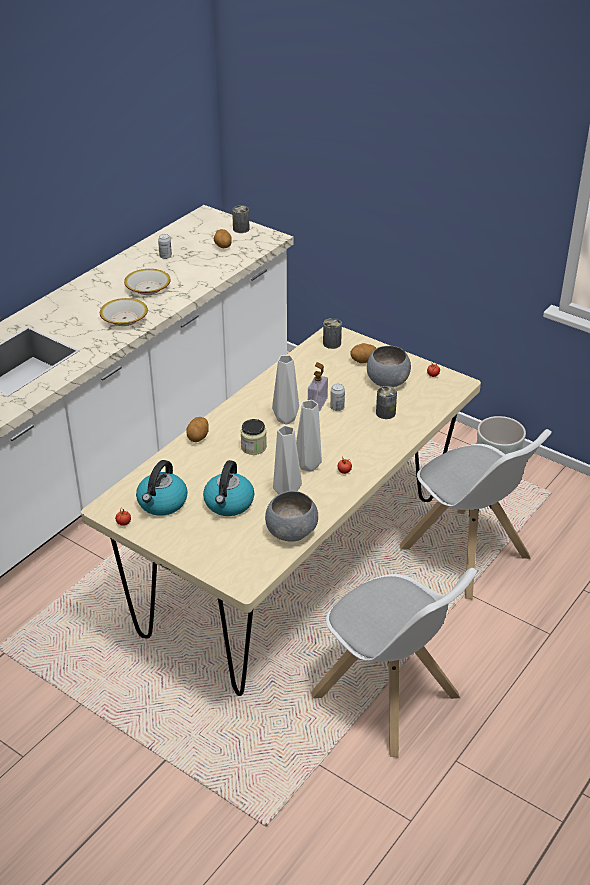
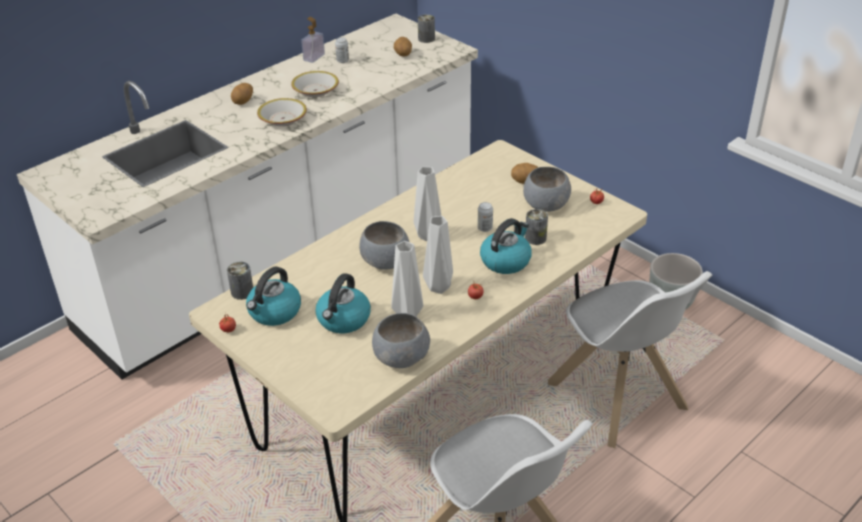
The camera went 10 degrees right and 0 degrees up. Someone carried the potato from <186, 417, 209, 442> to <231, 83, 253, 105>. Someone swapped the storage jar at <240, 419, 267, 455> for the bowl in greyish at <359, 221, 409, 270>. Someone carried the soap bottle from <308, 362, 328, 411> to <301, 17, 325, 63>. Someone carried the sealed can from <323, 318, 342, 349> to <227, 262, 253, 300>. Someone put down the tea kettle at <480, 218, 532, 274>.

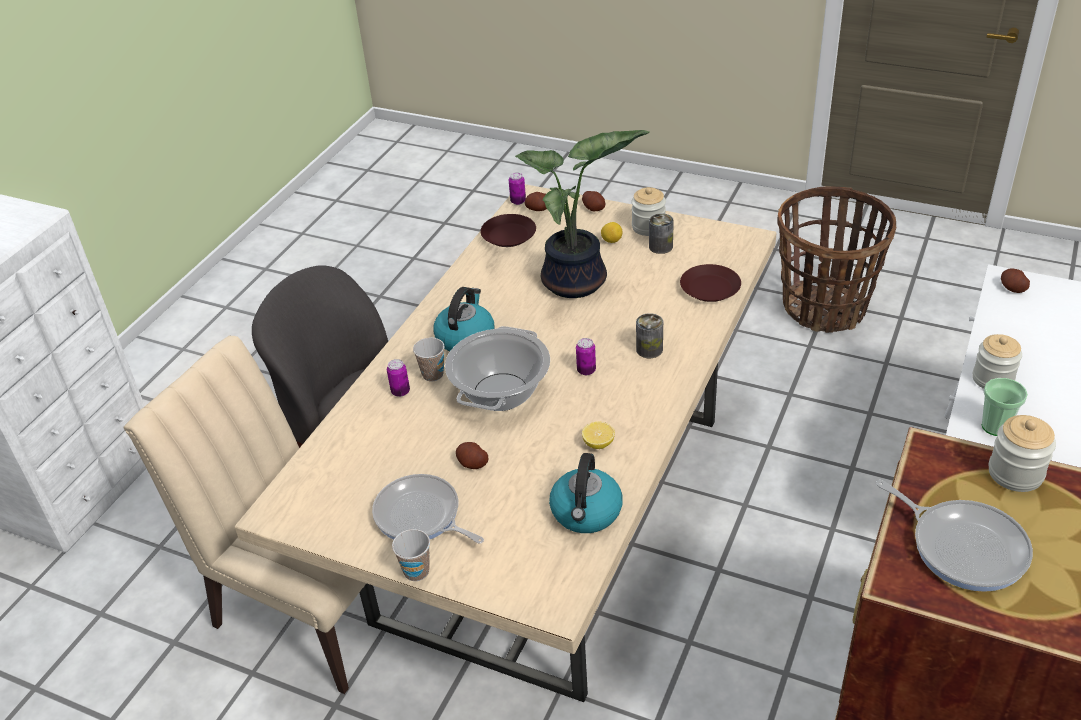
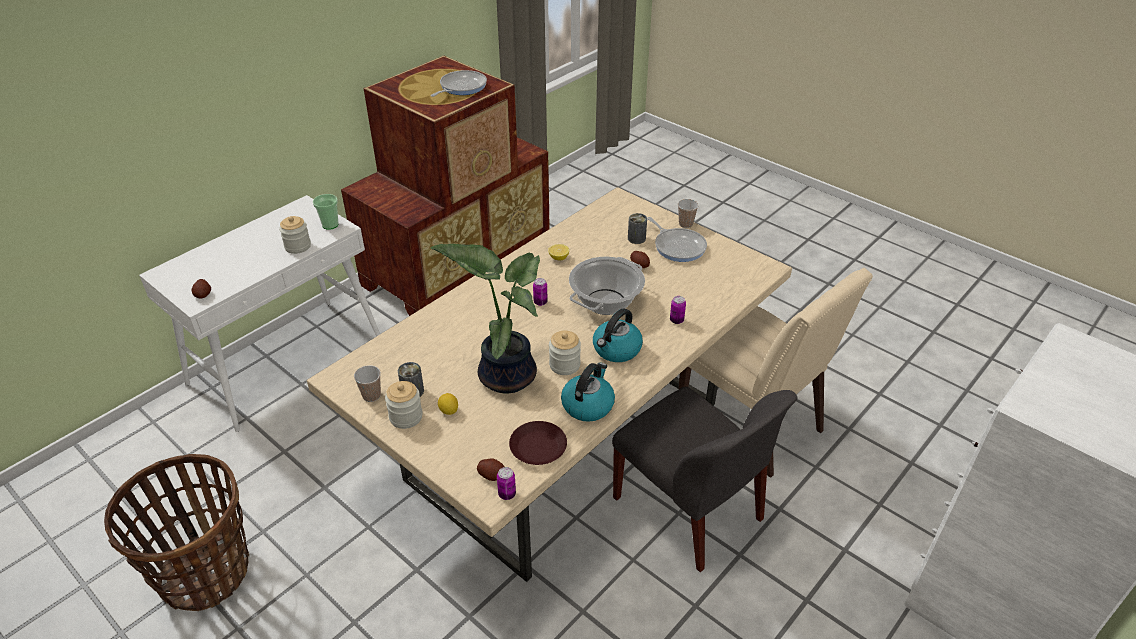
The camera went 165 degrees left and 0 degrees up. Someone carried the cup from <413, 337, 444, 382> to <354, 365, 381, 402>. Someone carried the tea kettle from <549, 453, 623, 533> to <561, 362, 615, 422>. Someone took away the potato at <582, 191, 605, 211>. Someone carried the sealed can from <636, 313, 663, 358> to <628, 213, 647, 244>. Someone took away the dinner plate in brown-coloured at <680, 264, 741, 302>. Someone rotated the frying pan at <876, 480, 1033, 592> by 60 degrees clockwise. Someone carried the storage jar from <989, 415, 1056, 492> to <549, 331, 581, 375>.

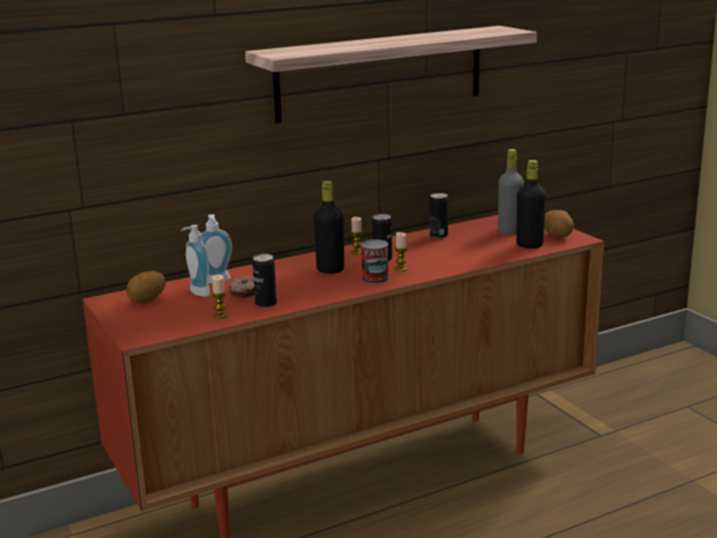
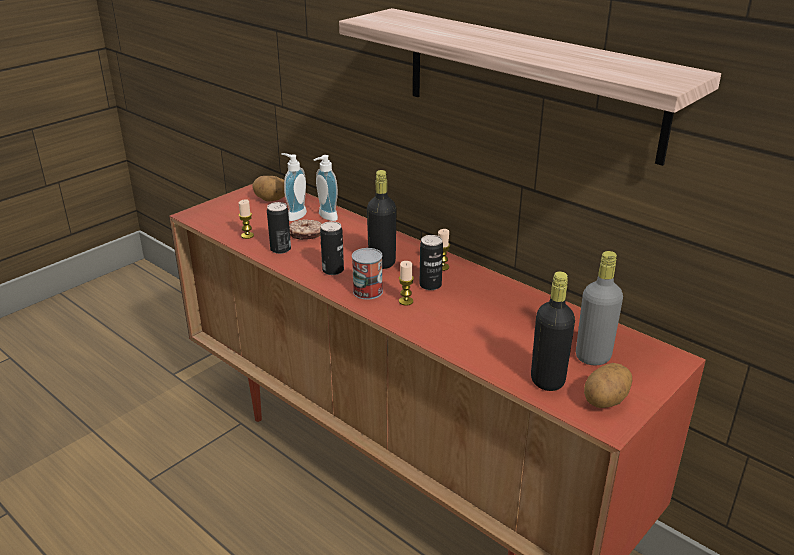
The camera went 70 degrees right and 10 degrees up. Someone carried the sealed can from <430, 193, 448, 238> to <320, 221, 344, 275>.

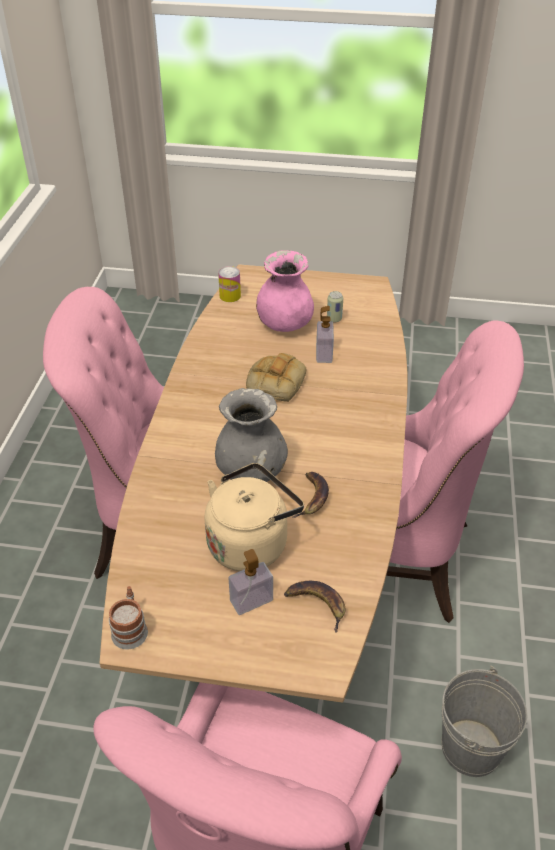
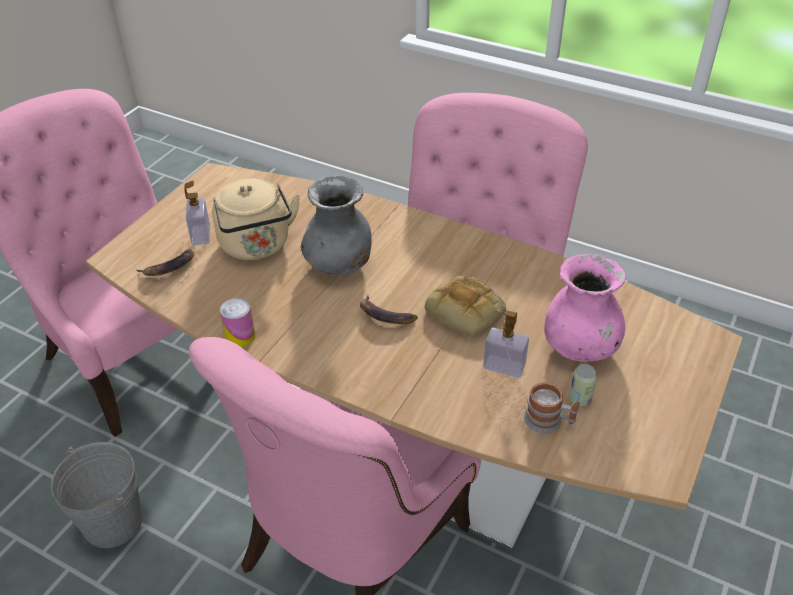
The camera went 110 degrees right and 0 degrees up. Someone carried the coffee mug from <109, 586, 148, 650> to <524, 382, 580, 434>. Someone carried the sealed can from <218, 266, 241, 302> to <220, 298, 255, 347>. Someone carried the whole banana from <293, 472, 329, 518> to <360, 295, 417, 324>.

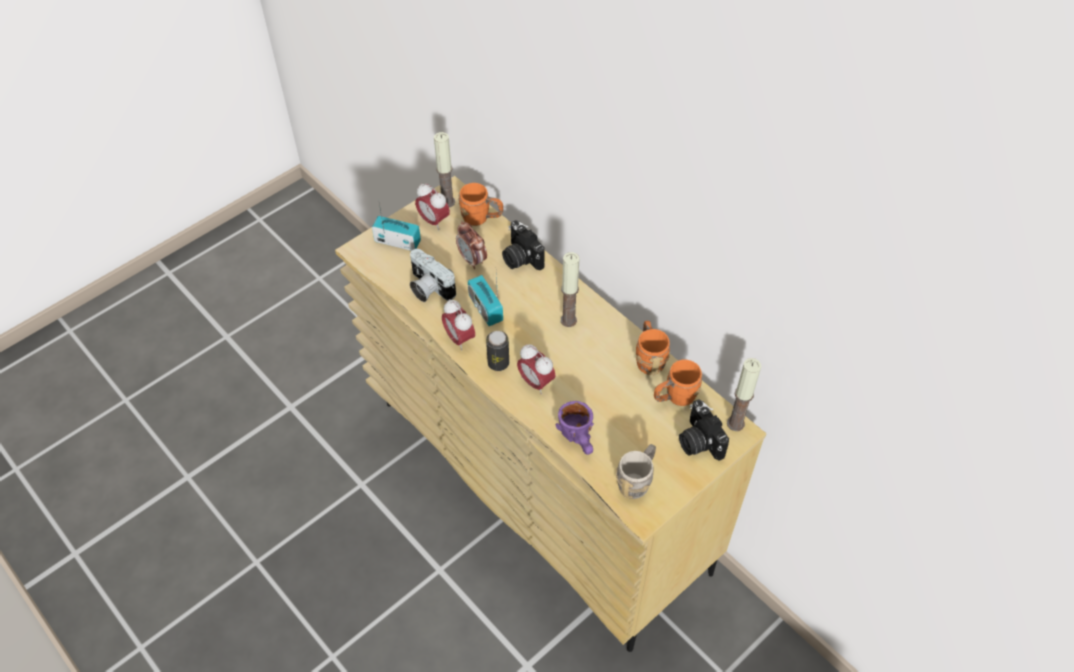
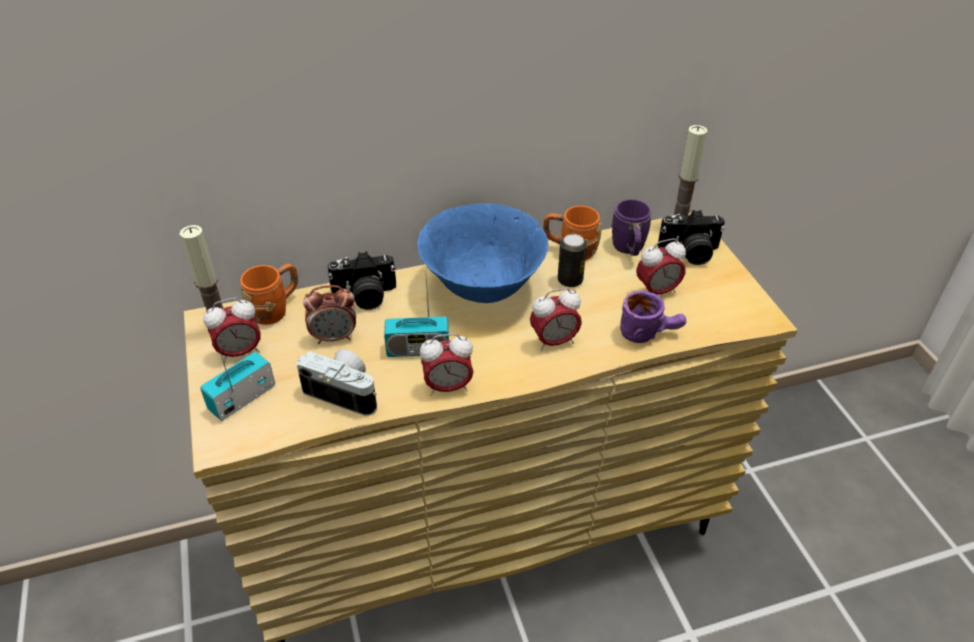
The camera went 65 degrees left and 10 degrees down. Someone rotated the photo camera at <410, 249, 456, 302> by 135 degrees counterclockwise. Someone carried the sealed can from <486, 331, 509, 371> to <558, 234, 587, 287>. Someone swapped the candle at <561, 252, 579, 327> for the bowl in blue-coloured at <417, 203, 548, 303>. Someone took away the coffee mug in greyish at <616, 444, 656, 499>. Someone repainted the coffee mug in orange at <654, 360, 702, 406>, which became the coffee mug in purple-coloured at <611, 199, 651, 256>. Someone put down the alarm clock at <636, 238, 686, 294>.

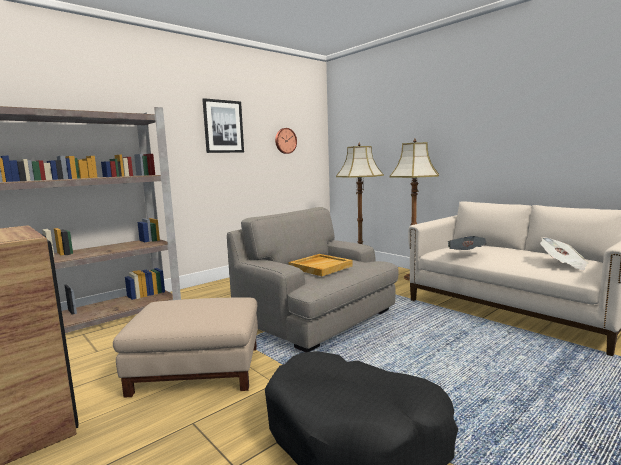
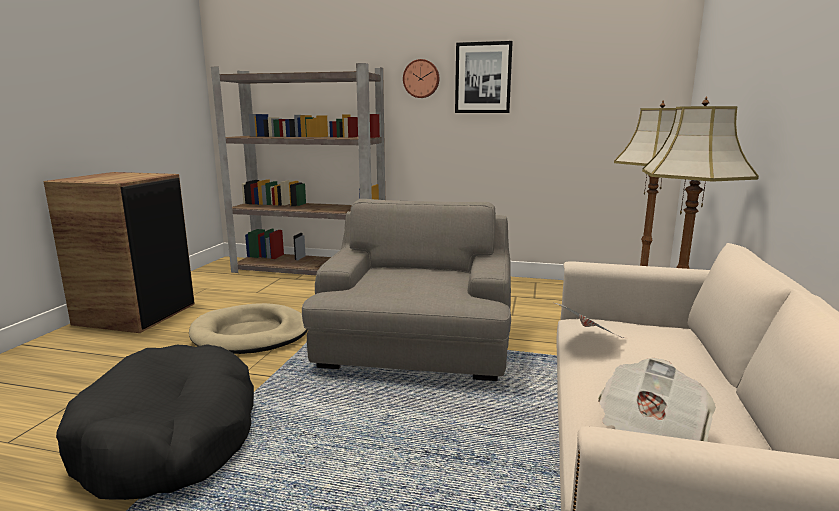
The camera went 55 degrees right and 5 degrees up. Someone swapped the footrest in beige-coloured at <113, 297, 258, 398> for the dog cushion in beige-coloured at <189, 303, 307, 354>. Someone carried the hanging clock from <275, 128, 297, 154> to <403, 59, 439, 98>. Someone took away the carrying tray in beige-coloured at <289, 254, 353, 276>.

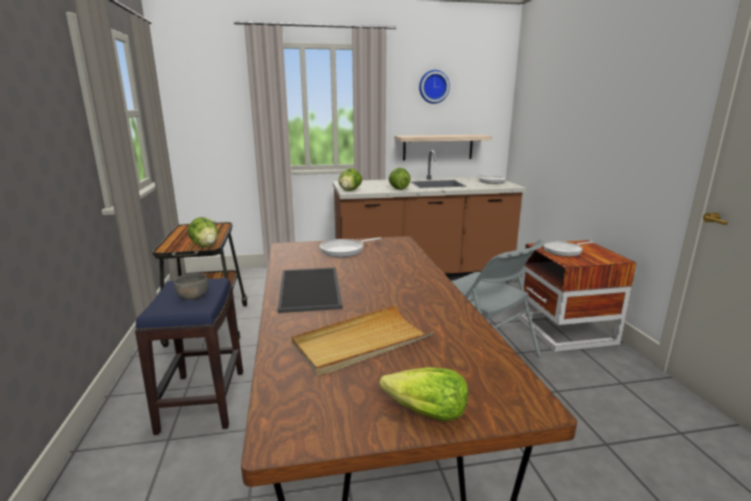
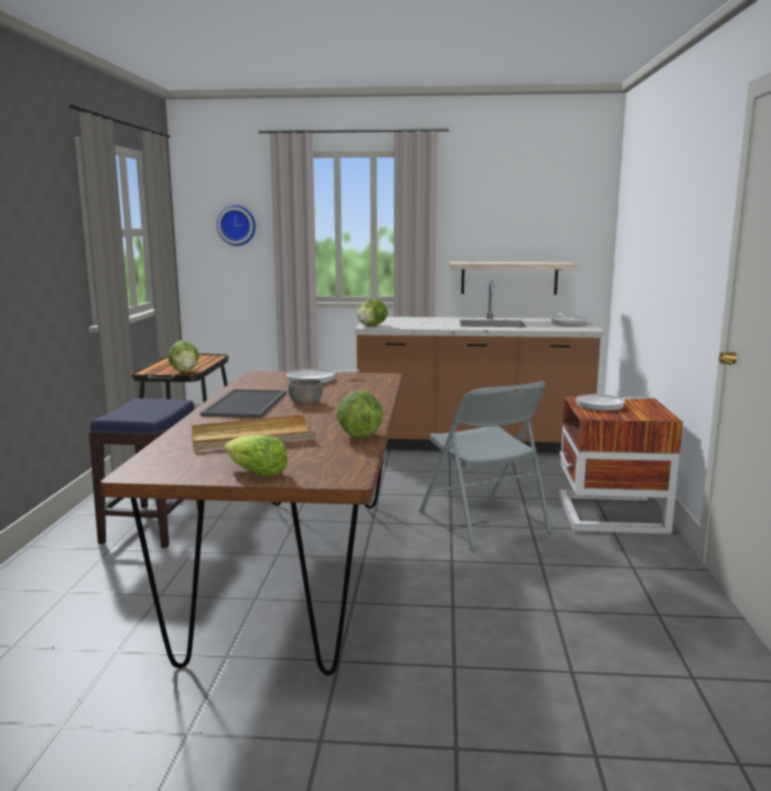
The camera went 15 degrees right and 5 degrees down. Someone carried the bowl in greyish from <174, 273, 208, 300> to <288, 379, 323, 405>. Someone carried the lettuce head from <389, 167, 411, 190> to <337, 390, 383, 439>. Someone carried the hanging clock from <419, 70, 450, 104> to <217, 205, 256, 246>.

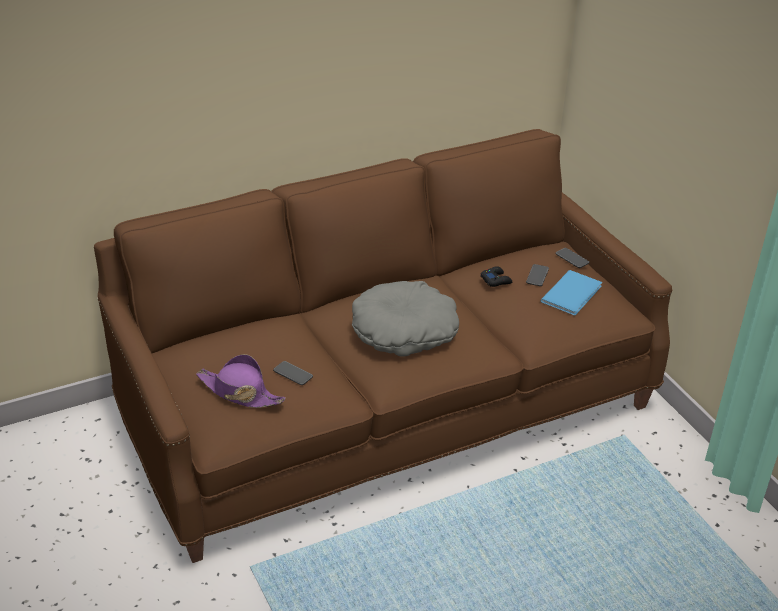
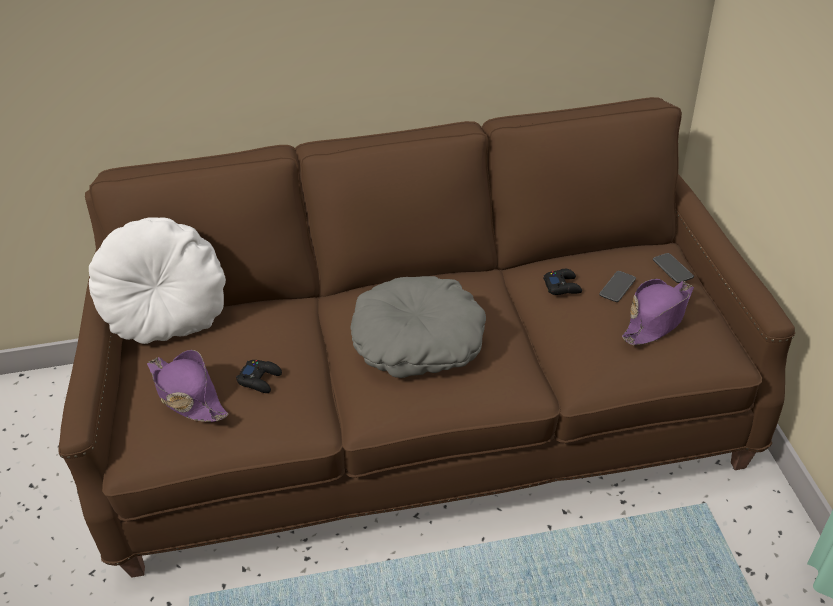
The camera went 20 degrees right and 5 degrees up. Someone swapped the handset at <273, 361, 313, 385> for the joypad in black at <236, 360, 282, 393>. Someone swapped the bound book in blue-coloured at <541, 270, 602, 315> for the wearable hat in purple-coloured at <622, 279, 694, 345>. Someone put down the cushion in whitish at <89, 217, 226, 344>.

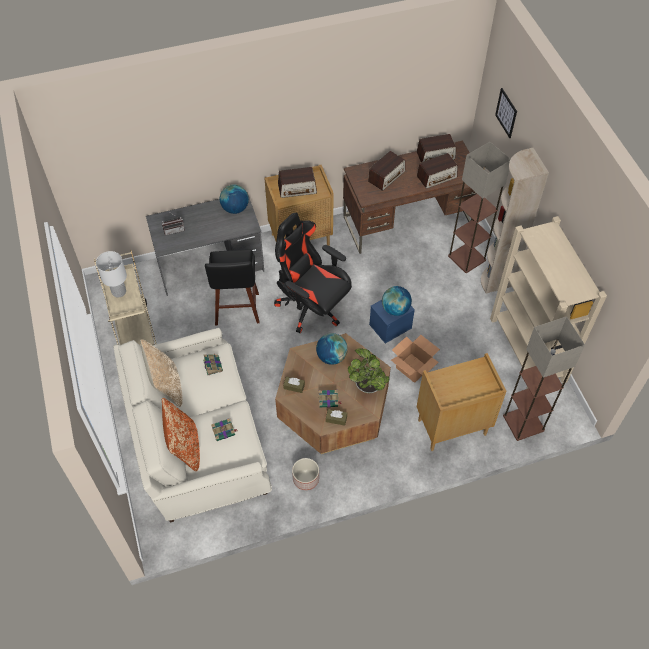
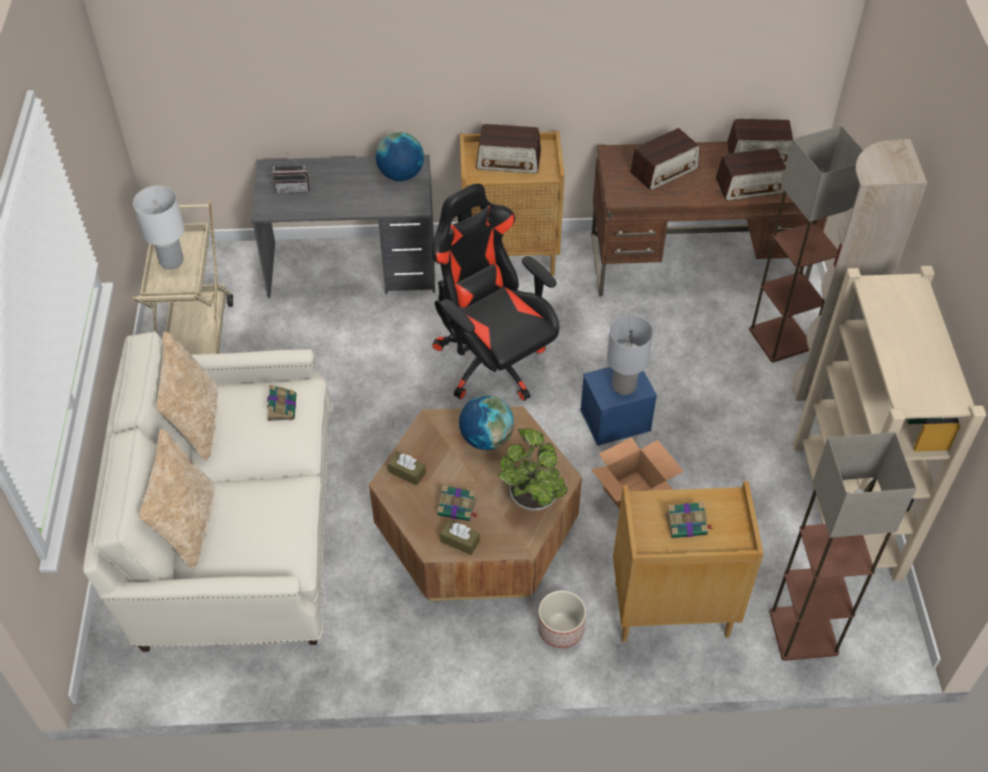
The camera went 15 degrees right and 5 degrees down. Someone repainted the cushion in orange at <162, 398, 200, 471>, which became the cushion in beige-coloured at <139, 429, 215, 569>. Someone took away the stool seat in black at <205, 250, 260, 326>. Someone carried the bound book from <211, 418, 237, 441> to <666, 502, 713, 538>. Someone carried the planter from <292, 458, 319, 490> to <538, 591, 586, 648>. Someone swapped the desk globe at <382, 286, 412, 316> for the table lamp in greyish at <607, 315, 653, 395>. Someone took away the wall picture at <495, 88, 517, 138>.

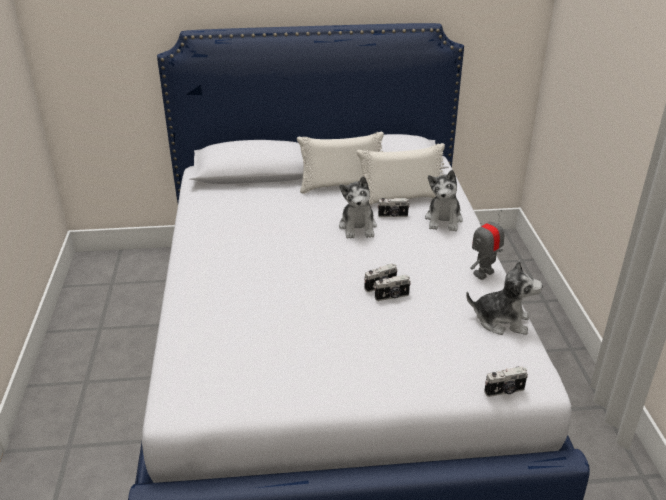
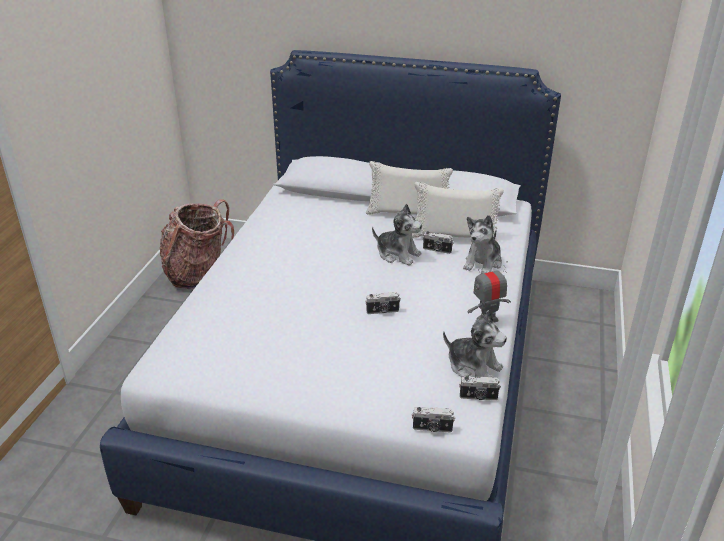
The camera went 20 degrees right and 0 degrees up. Someone rotated the soft toy at <339, 176, 377, 239> by 75 degrees counterclockwise. Someone carried the photo camera from <374, 275, 411, 301> to <459, 377, 501, 400>. Someone put down the backpack at <160, 199, 234, 289>.

